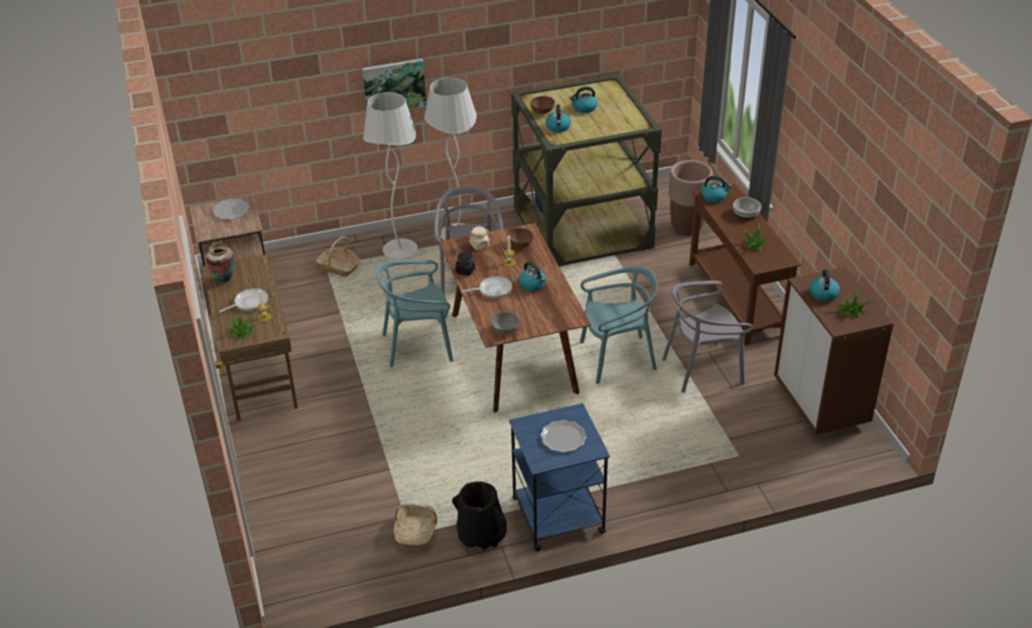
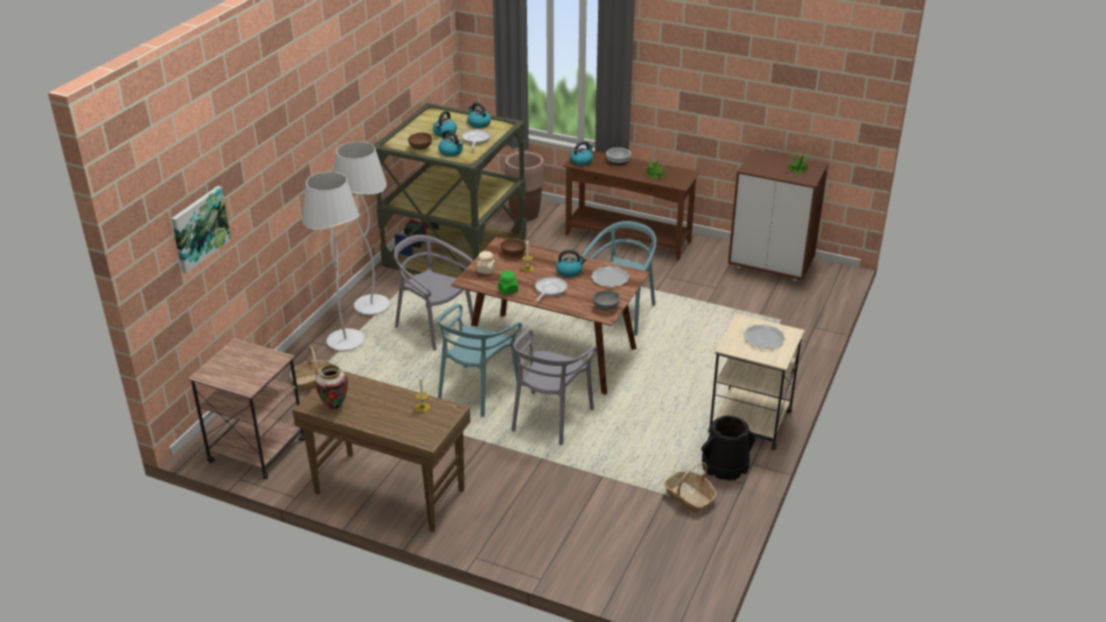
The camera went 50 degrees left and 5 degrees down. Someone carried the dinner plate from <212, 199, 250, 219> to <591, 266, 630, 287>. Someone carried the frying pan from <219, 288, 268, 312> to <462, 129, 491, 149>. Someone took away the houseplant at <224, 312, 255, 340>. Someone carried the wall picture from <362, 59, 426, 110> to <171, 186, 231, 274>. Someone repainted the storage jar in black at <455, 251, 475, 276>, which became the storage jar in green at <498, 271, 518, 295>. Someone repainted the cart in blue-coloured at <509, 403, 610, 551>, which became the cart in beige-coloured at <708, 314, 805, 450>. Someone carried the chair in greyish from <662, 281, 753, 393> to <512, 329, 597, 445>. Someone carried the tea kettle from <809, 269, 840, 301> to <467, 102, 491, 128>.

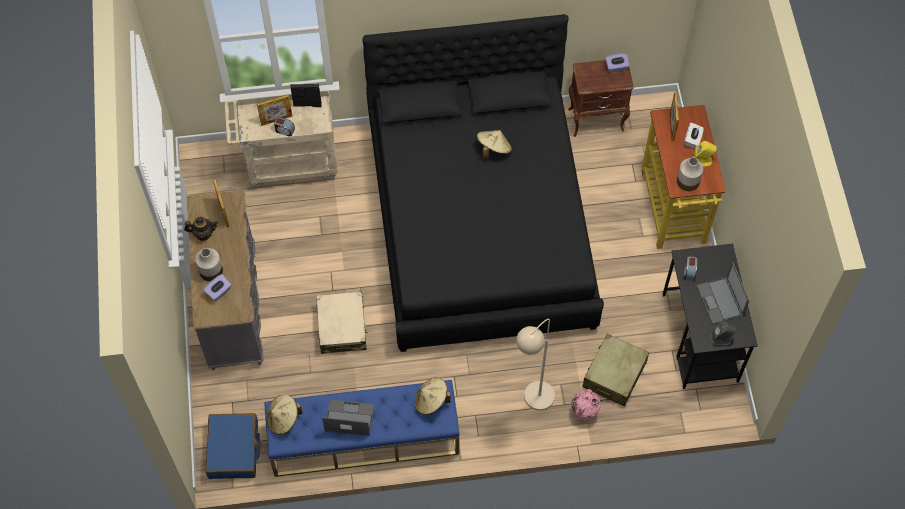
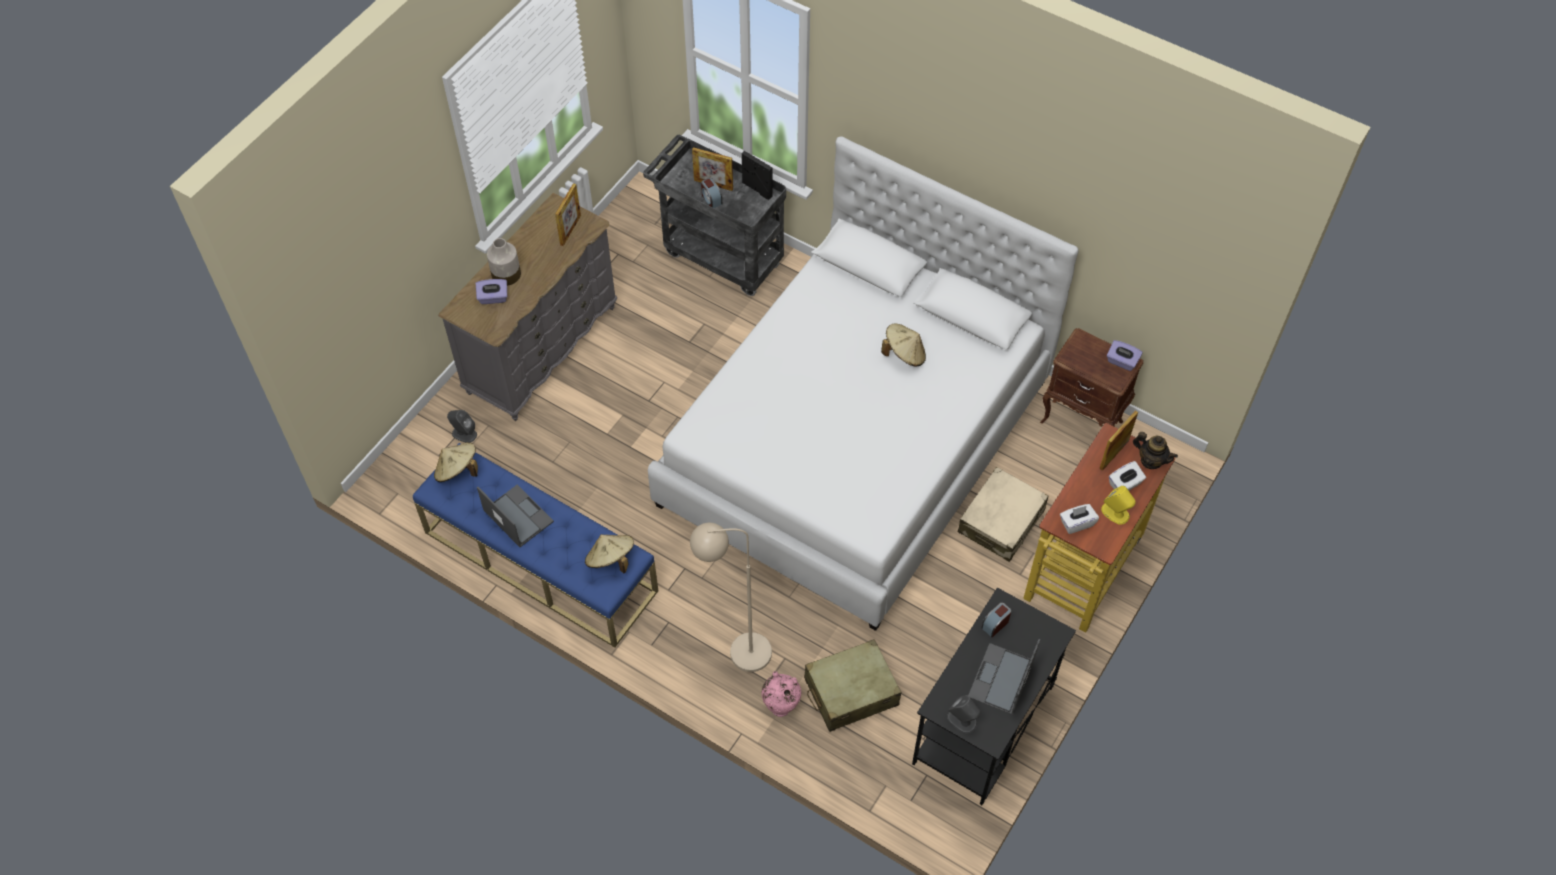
The camera went 40 degrees right and 5 degrees down. Someone carried the tea pot from <184, 217, 218, 241> to <1133, 432, 1178, 469>. Someone took away the piece of luggage in blue-coloured at <205, 413, 261, 479>. Someone repainted the cart in beige-coloured at <225, 91, 337, 187>, which became the cart in black at <643, 135, 786, 296>. Someone carried the piece of luggage in beige-coloured from <316, 292, 368, 354> to <958, 467, 1049, 562>. Someone repainted the bedroom bed in black at <362, 14, 604, 352>, which became the bedroom bed in whitish at <648, 137, 1079, 631>. Someone swapped the decorative vase in beige-coloured at <677, 157, 703, 191> for the tissue holder in whitish at <1060, 504, 1099, 534>. Someone put down the loudspeaker in greyish at <447, 410, 477, 443>.

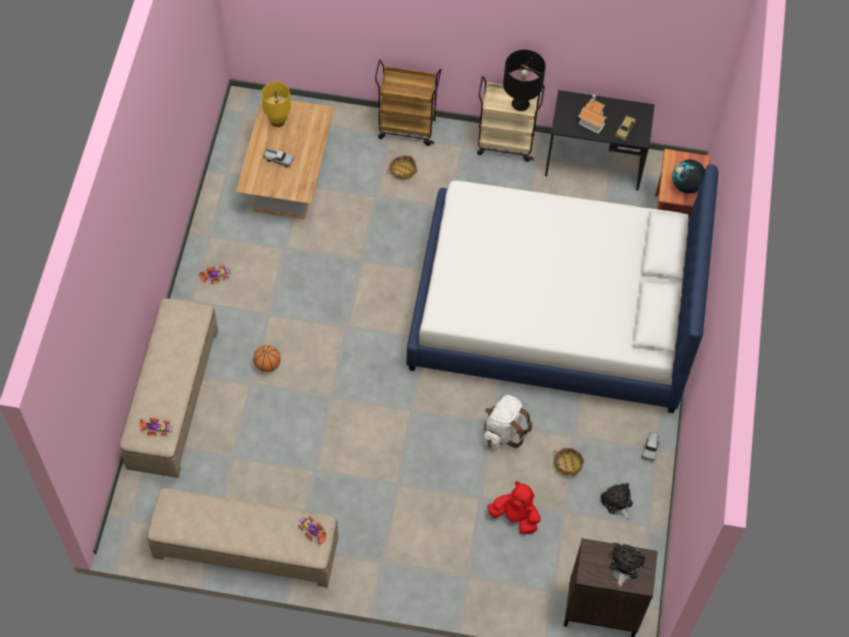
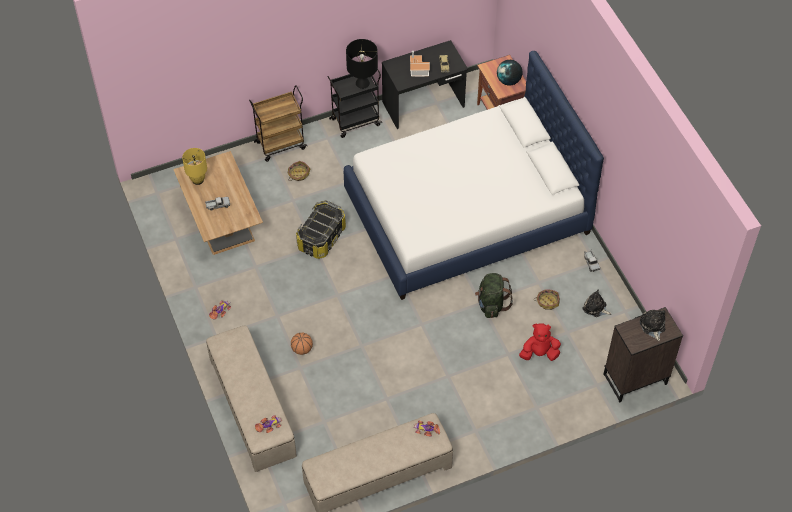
The camera went 30 degrees left and 5 degrees down. Someone repainted the cart in beige-coloured at <477, 76, 545, 162>, which became the cart in black at <328, 69, 382, 138>. Someone repainted the backpack in whitish at <484, 395, 532, 449>, which became the backpack in green at <475, 273, 513, 318>. Someone put down the storage container at <296, 200, 346, 259>.

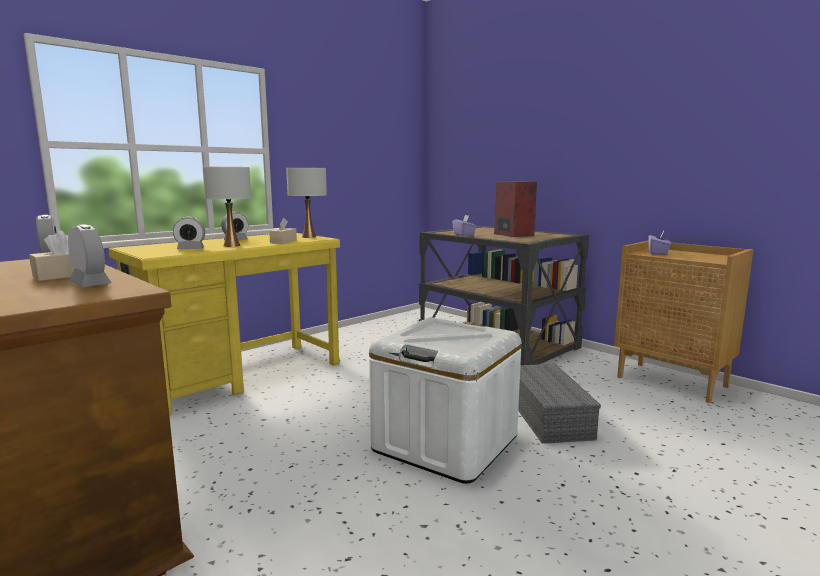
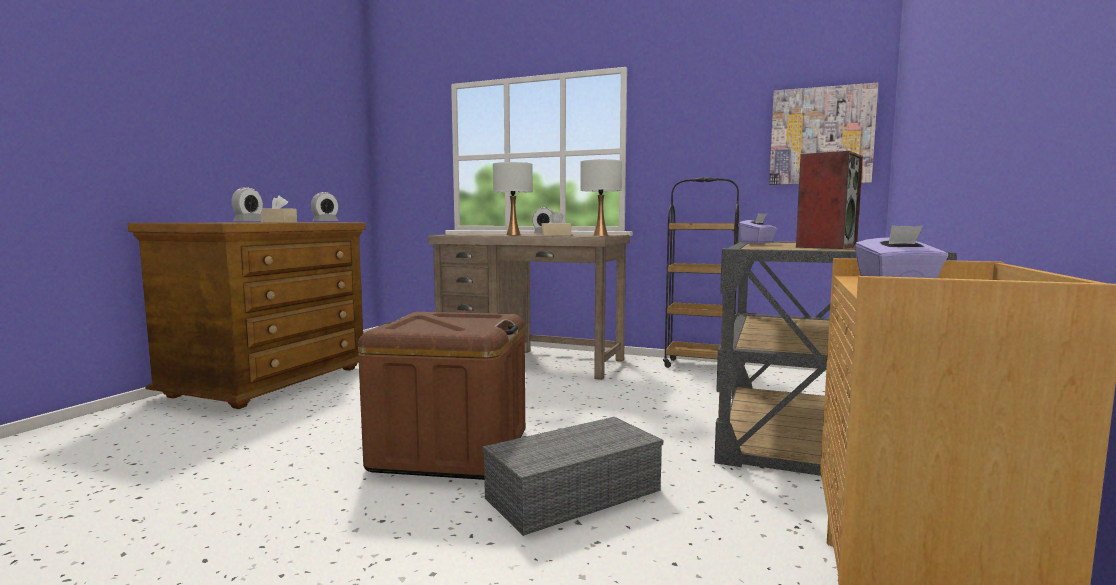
The camera went 65 degrees right and 5 degrees down. Someone repainted the desk in yellow-coloured at <108, 233, 340, 415>, which became the desk in brown-coloured at <428, 233, 630, 380>. Someone took away the alarm clock at <173, 217, 205, 249>. Someone repainted the storage container in whitish at <369, 317, 522, 484>, which became the storage container in brown-coloured at <358, 312, 525, 480>. Someone put down the cart in brown-coloured at <663, 177, 739, 368>. Someone put up the wall picture at <769, 83, 878, 185>.

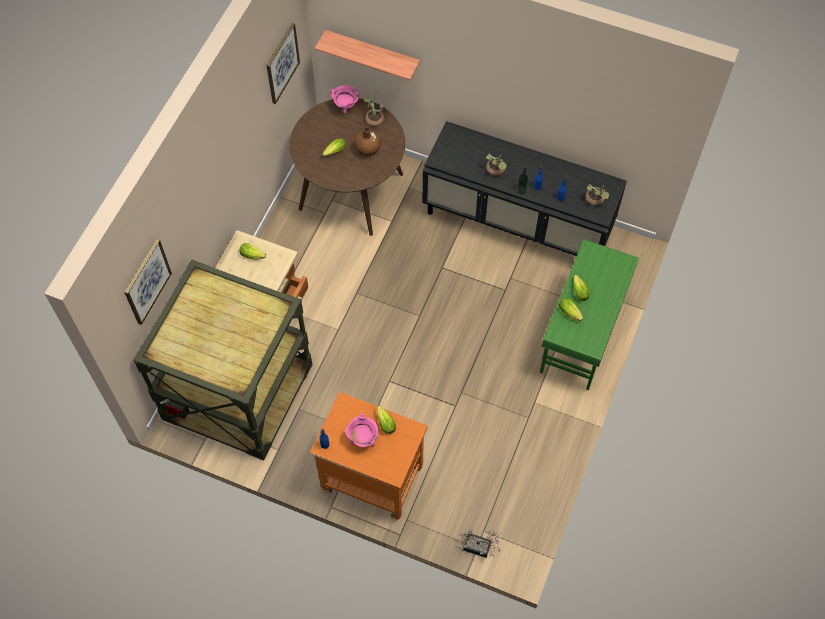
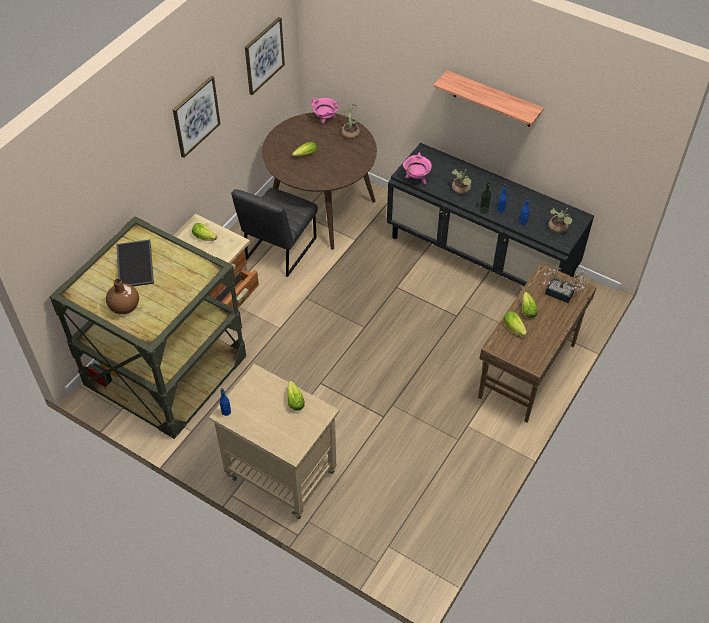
The camera went 10 degrees right and 10 degrees down. Someone carried the wall picture from <124, 239, 172, 325> to <173, 76, 221, 158>. Someone repainted the cart in orange at <310, 392, 428, 521>, which became the cart in beige-coloured at <209, 364, 339, 521>. Someone carried the wall shelf from <315, 30, 420, 80> to <434, 70, 544, 127>. Someone carried the cooking pot in pinkish from <345, 413, 378, 447> to <403, 152, 432, 184>. Someone carried the decorative vase in brown-coloured from <354, 127, 381, 156> to <106, 279, 139, 314>. Someone carried the houseplant from <459, 529, 501, 558> to <543, 268, 588, 303>. Someone repainted the console table in green at <540, 239, 639, 390>, which became the console table in brown-coloured at <478, 263, 596, 422>. Someone put down the carrying tray at <116, 239, 154, 286>. Someone put down the chair in greyish at <231, 188, 318, 277>.

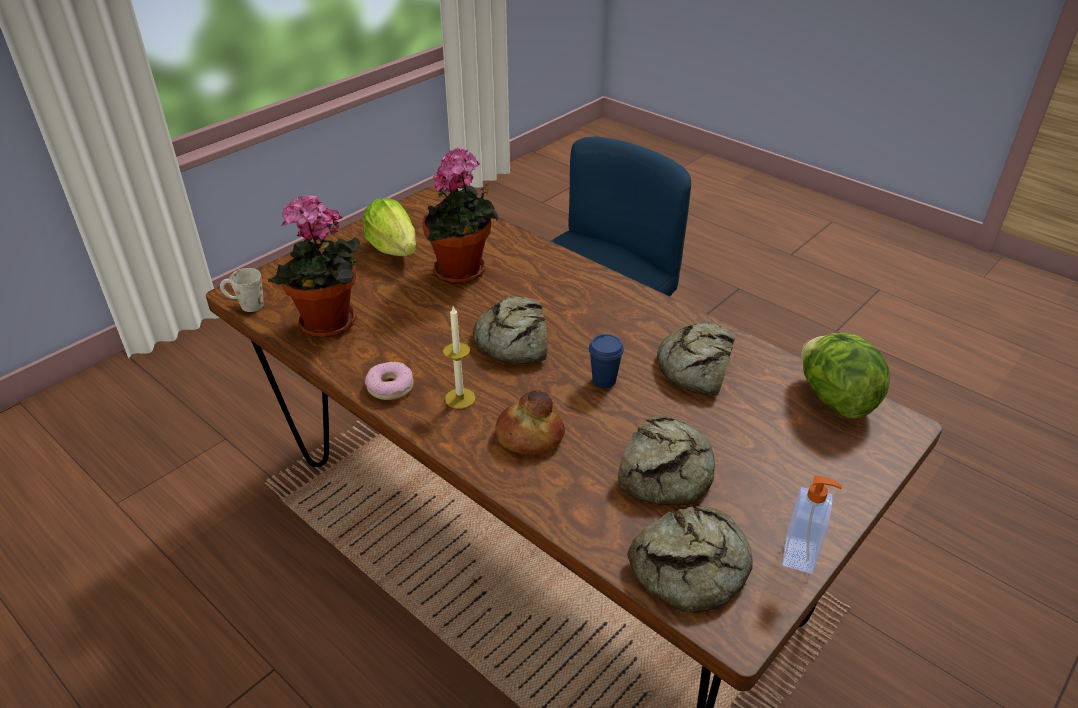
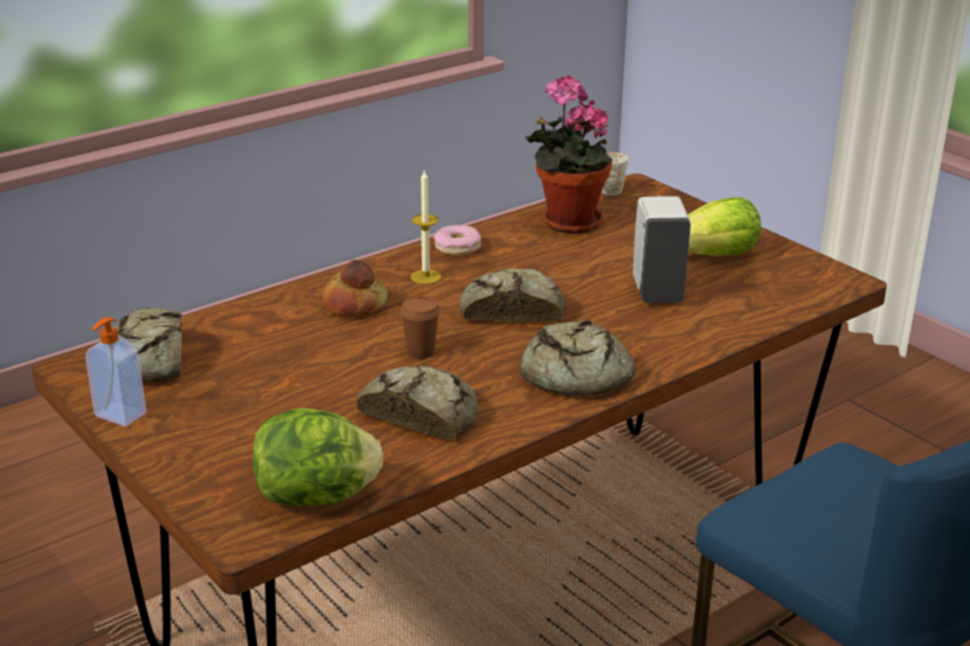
The camera went 100 degrees right and 10 degrees down. Someone swapped the houseplant at <423, 148, 498, 284> for the soap bottle in whitish at <633, 196, 691, 303>. Someone repainted the cup in blue-coloured at <589, 334, 624, 388>, which became the cup in brown-coloured at <400, 296, 440, 359>. Someone carried the bakery bread from <618, 415, 715, 506> to <520, 320, 636, 396>.

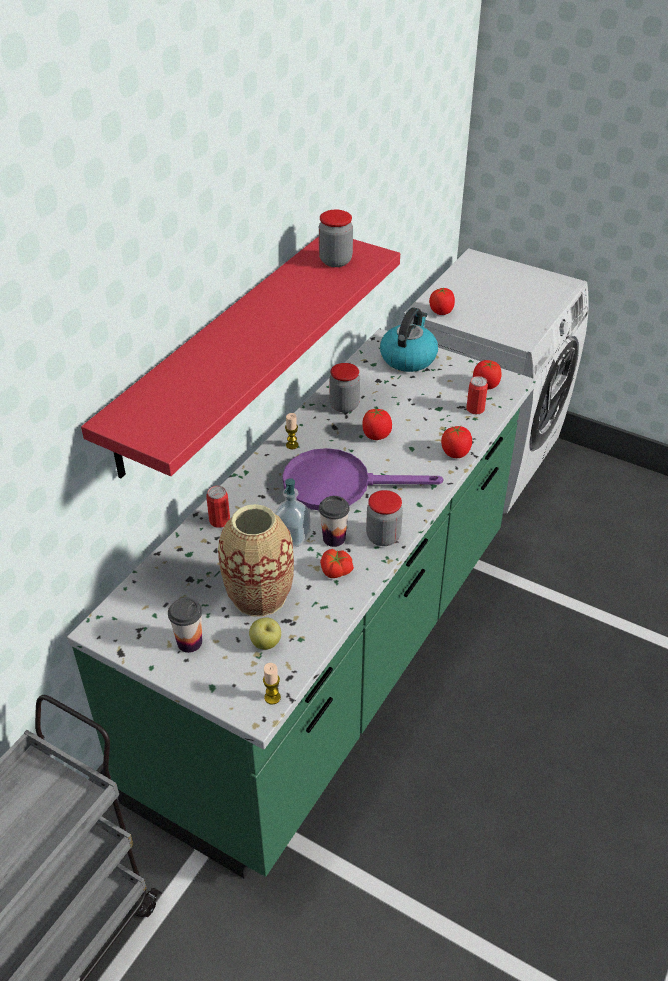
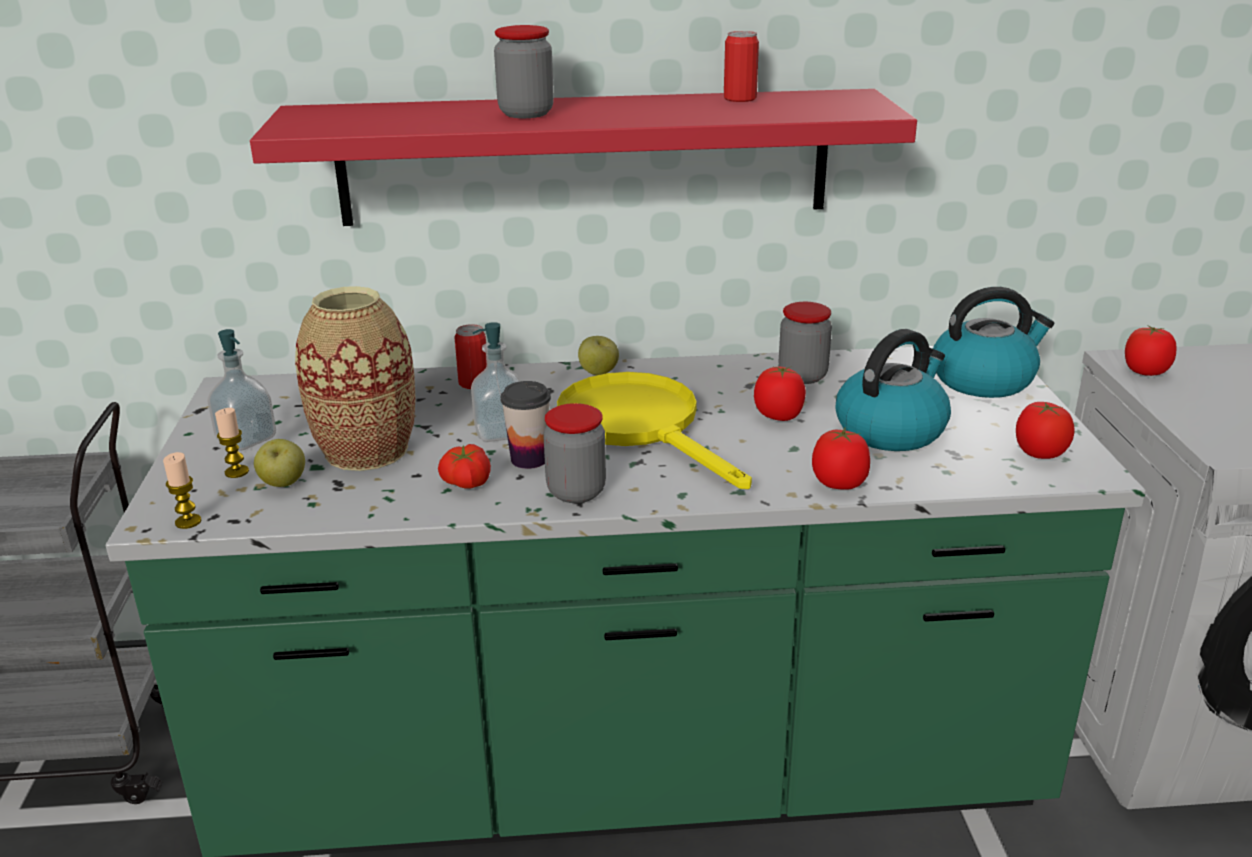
The camera went 55 degrees right and 15 degrees down. Someone swapped the cup at <168, 598, 202, 653> for the soap bottle at <207, 329, 276, 451>. Someone repainted the frying pan in purple-coloured at <282, 448, 444, 510>, which became the frying pan in yellow-coloured at <557, 372, 752, 489>. Someone carried the candle from <285, 413, 299, 449> to <215, 408, 249, 478>. Someone carried the storage jar from <319, 210, 353, 267> to <494, 25, 554, 118>. Someone carried the sealed can from <466, 376, 488, 415> to <724, 31, 759, 102>. Someone put down the whole apple at <578, 336, 619, 375>. Someone put down the tea kettle at <836, 329, 951, 451>.

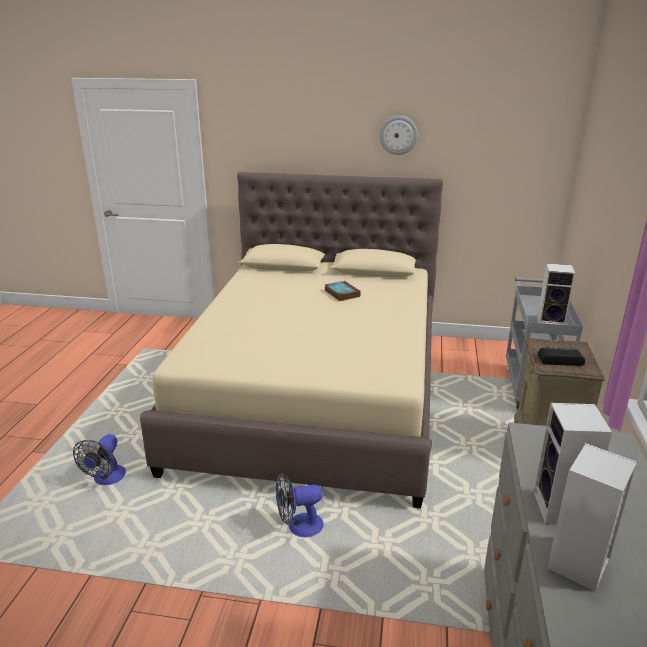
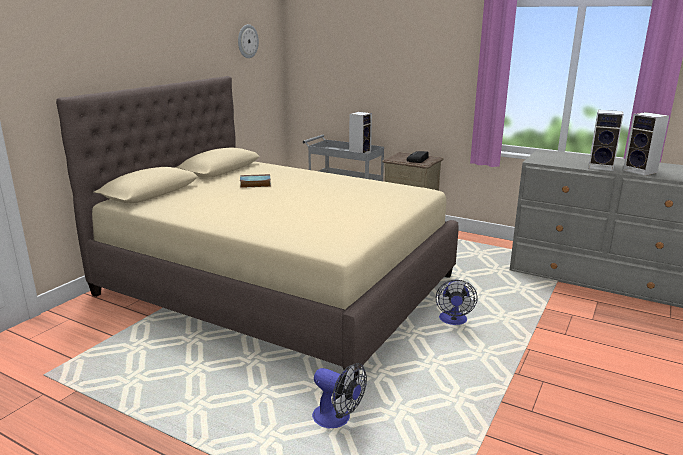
The camera went 70 degrees left and 5 degrees down. Someone carried the hanging clock from <379, 116, 418, 155> to <238, 24, 259, 58>.

